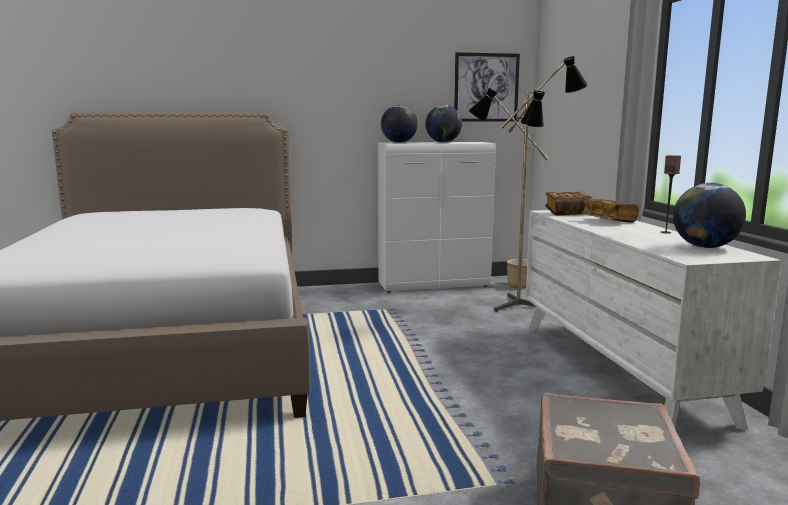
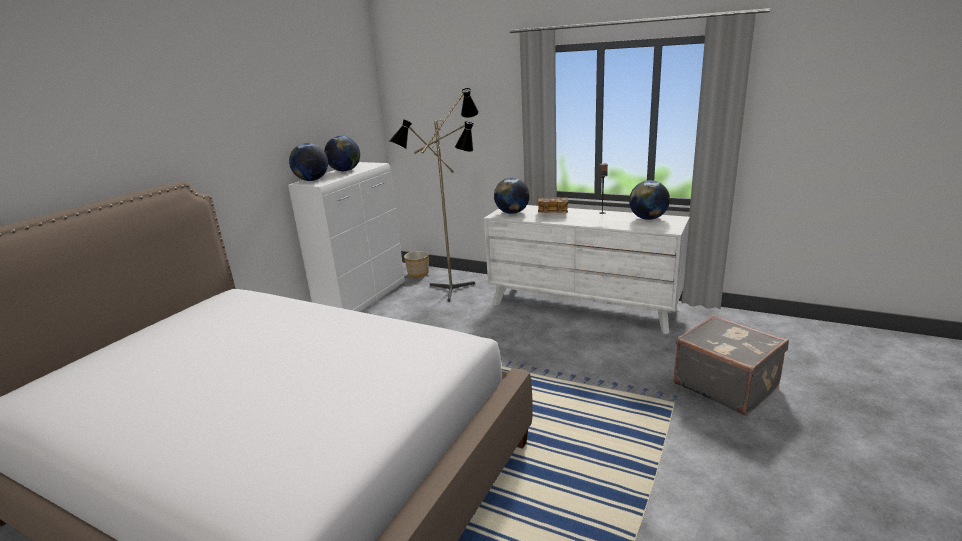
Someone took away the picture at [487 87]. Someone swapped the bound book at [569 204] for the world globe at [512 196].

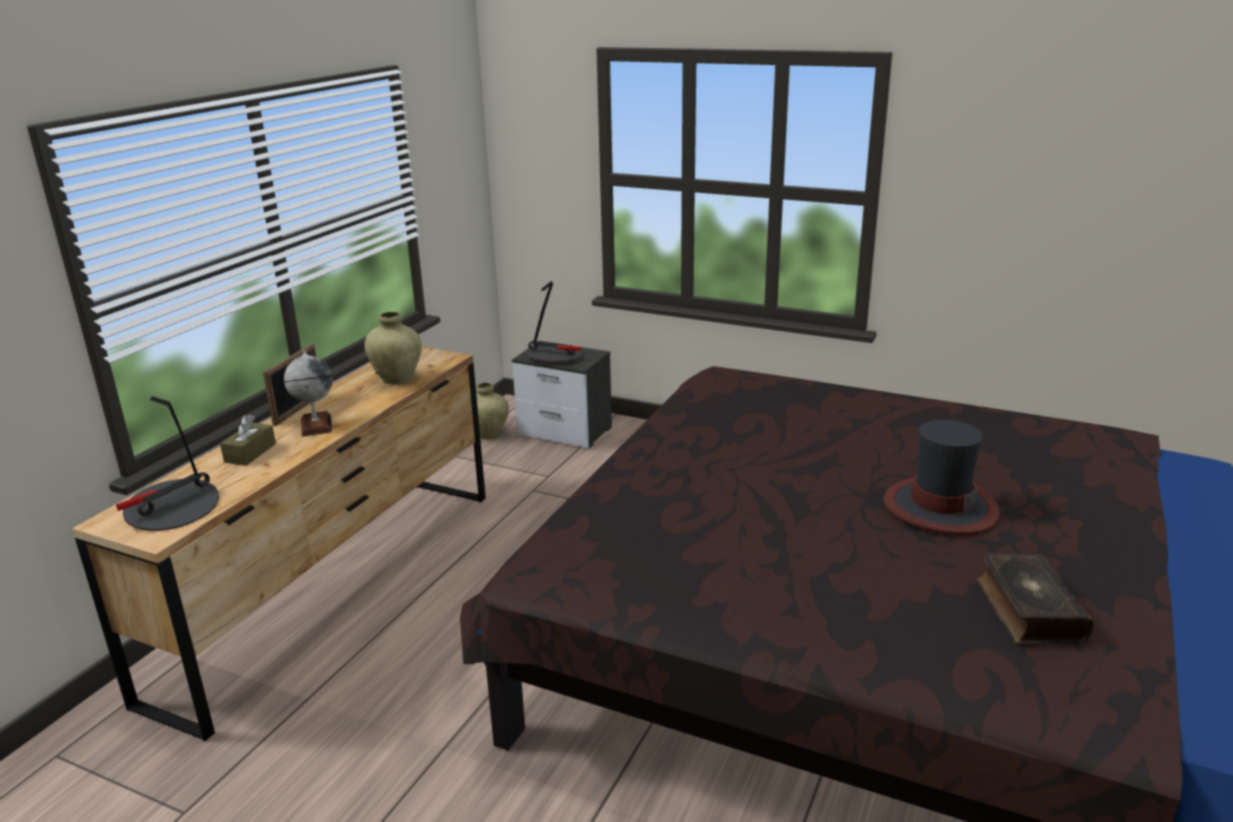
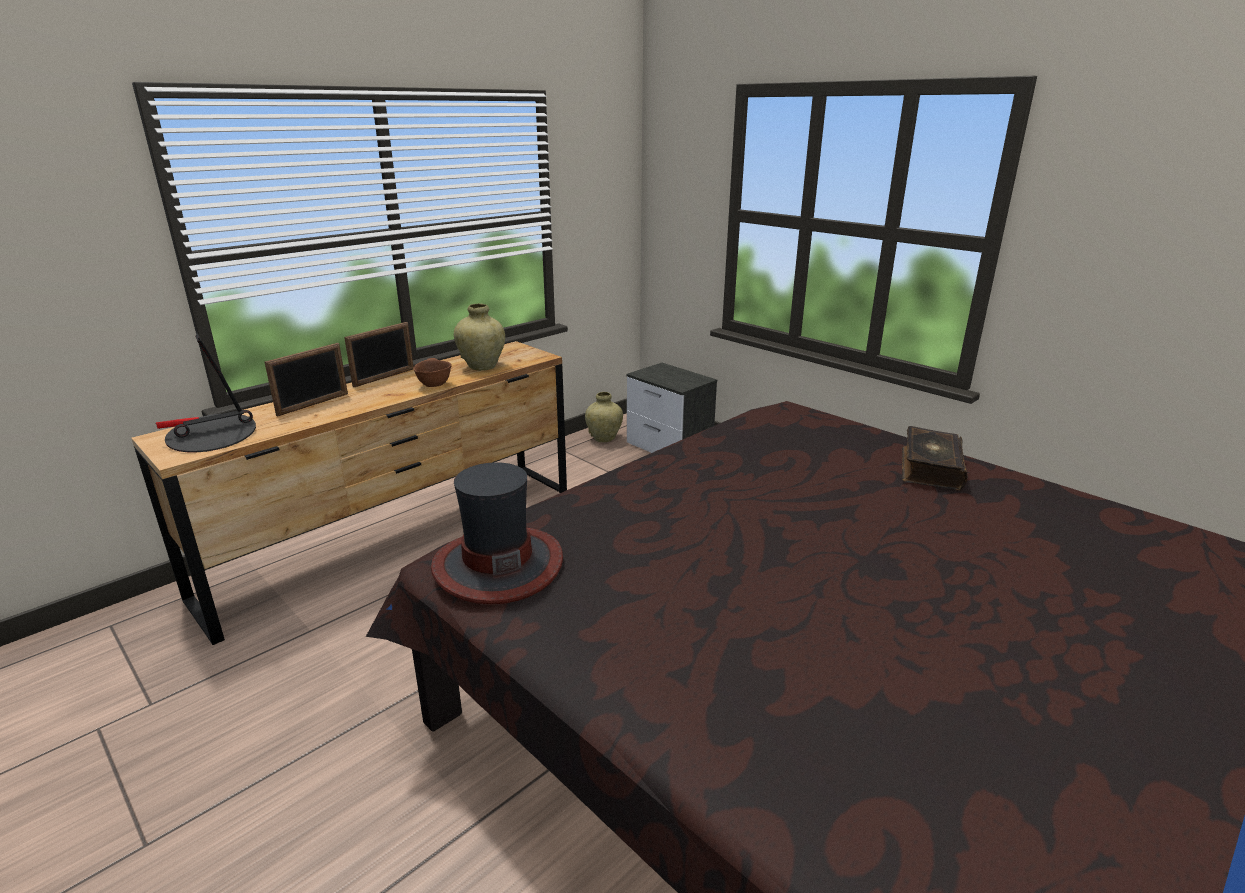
Someone took away the tabletop lamp at [554 321]. Someone took away the world globe at [308 393]. Someone swapped the tissue holder/brown at [248 440] for the photo frame at [306 379]. Someone carried the hat from [941 478] to [497 533]. Someone carried the bound book from [1034 598] to [935 458]. Someone put down the deep dish/brown at [432 372].

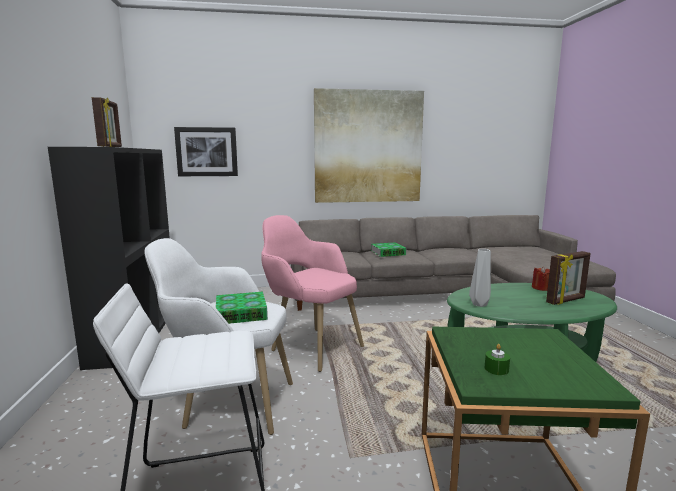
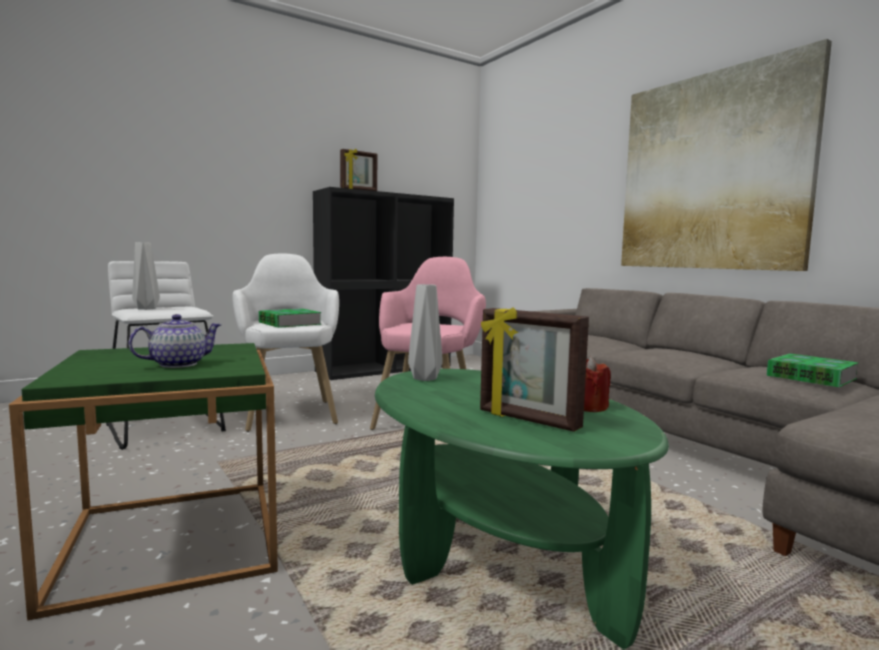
Someone took away the picture at [206 151]. Someone carried the bound book from [388 250] to [813 370]. Someone took away the candle/green-coloured at [497 359]. Someone put down the vase/gray at [146 276]. Someone put down the pot for tea at [175 341].

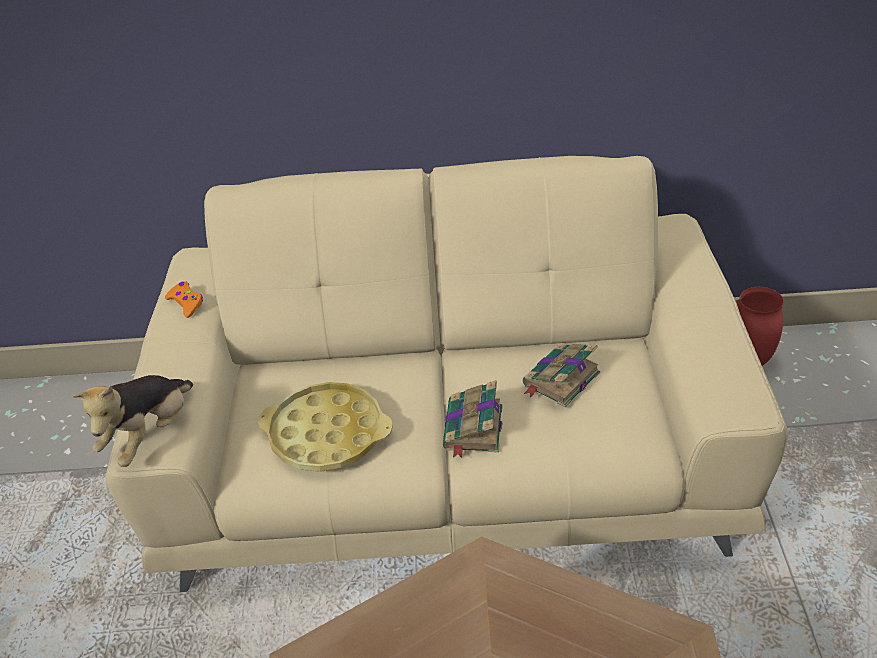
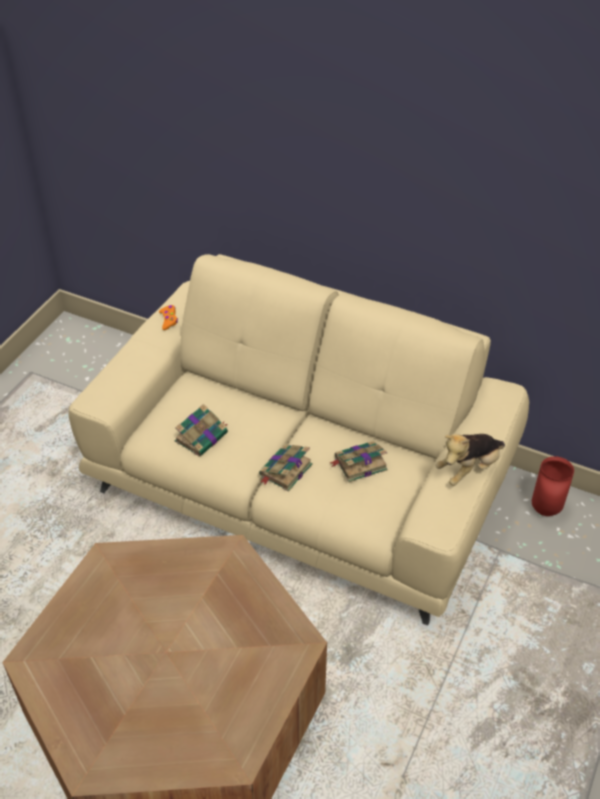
Someone carried the soft toy from [132 421] to [470 460]. Someone swapped the serving tray/yellowish at [325 427] for the bound book at [201 430].

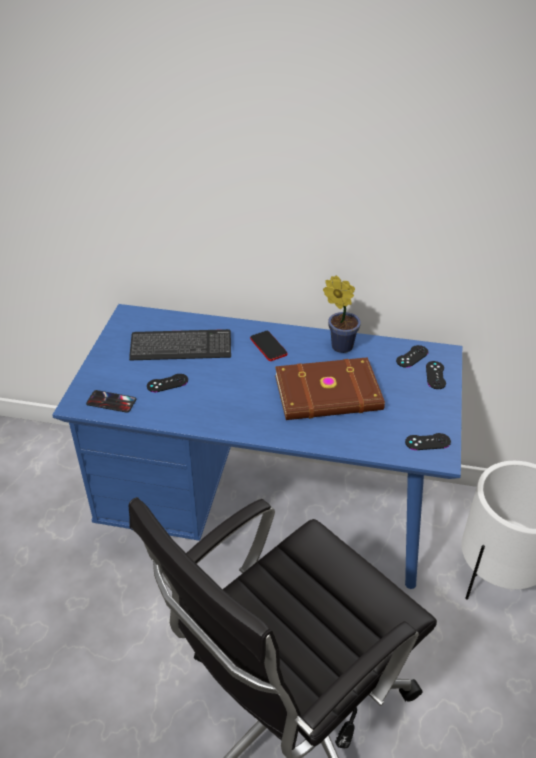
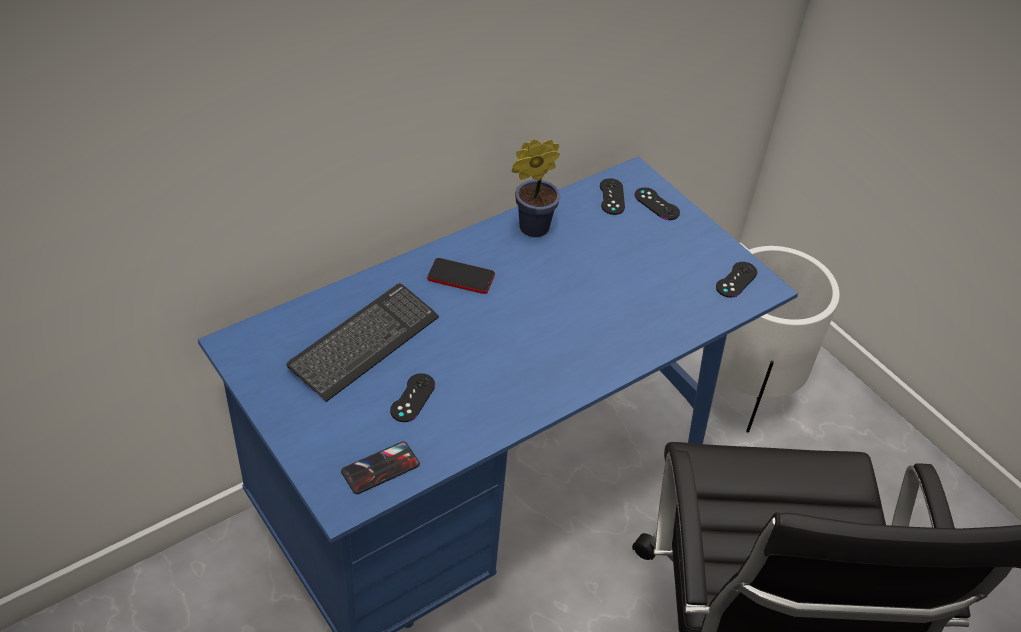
Someone took away the bound book/brown at [330 388].

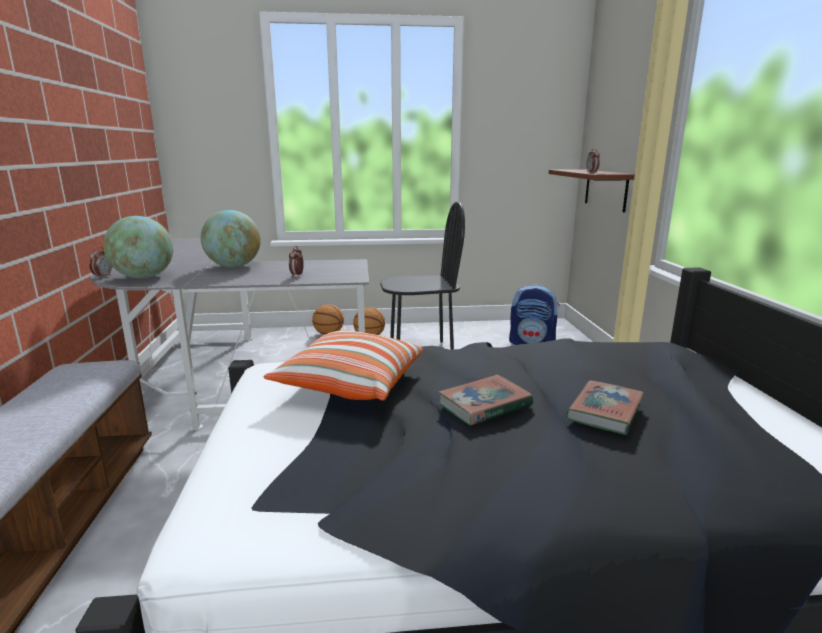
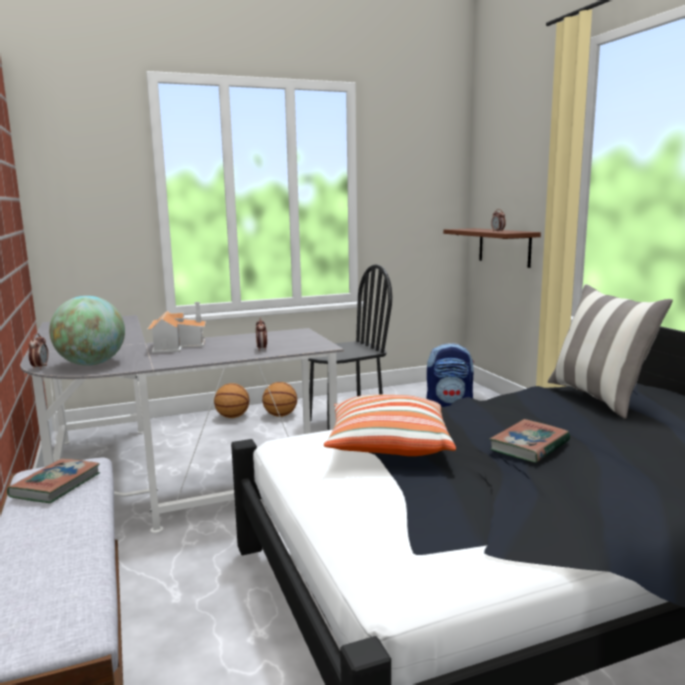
Someone swapped the world globe at [231 238] for the toy house at [176 327]. Someone carried the bound book from [605 407] to [53 480]. Someone put down the throw pillow at [610 351].

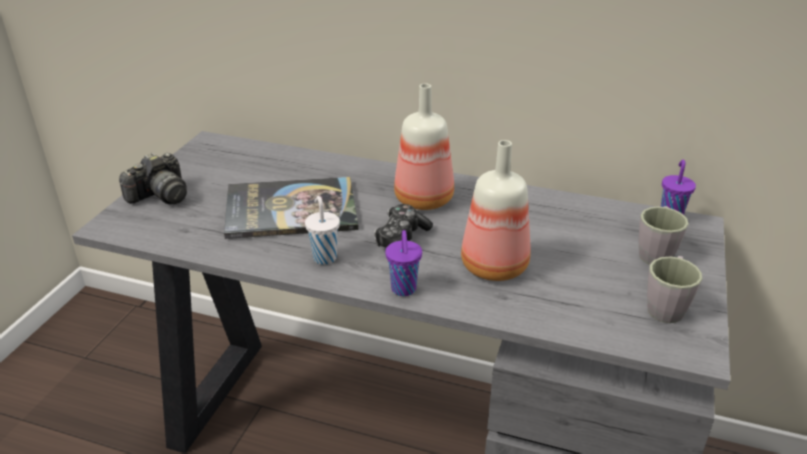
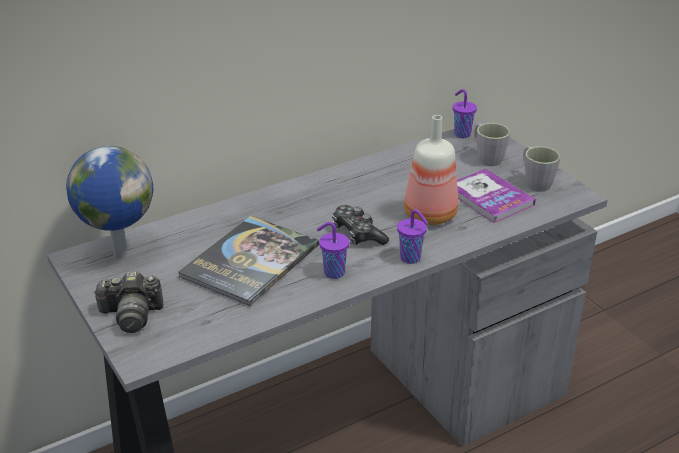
Someone took away the drink bottle at [424 146]. Someone rotated the photo camera at [153 178] by 90 degrees clockwise. Someone repainted the drinking cup/whitish at [322 230], which became the drinking cup/purple at [333 250]. Someone put down the world globe at [109 202]. Someone put down the bound book at [496 196].

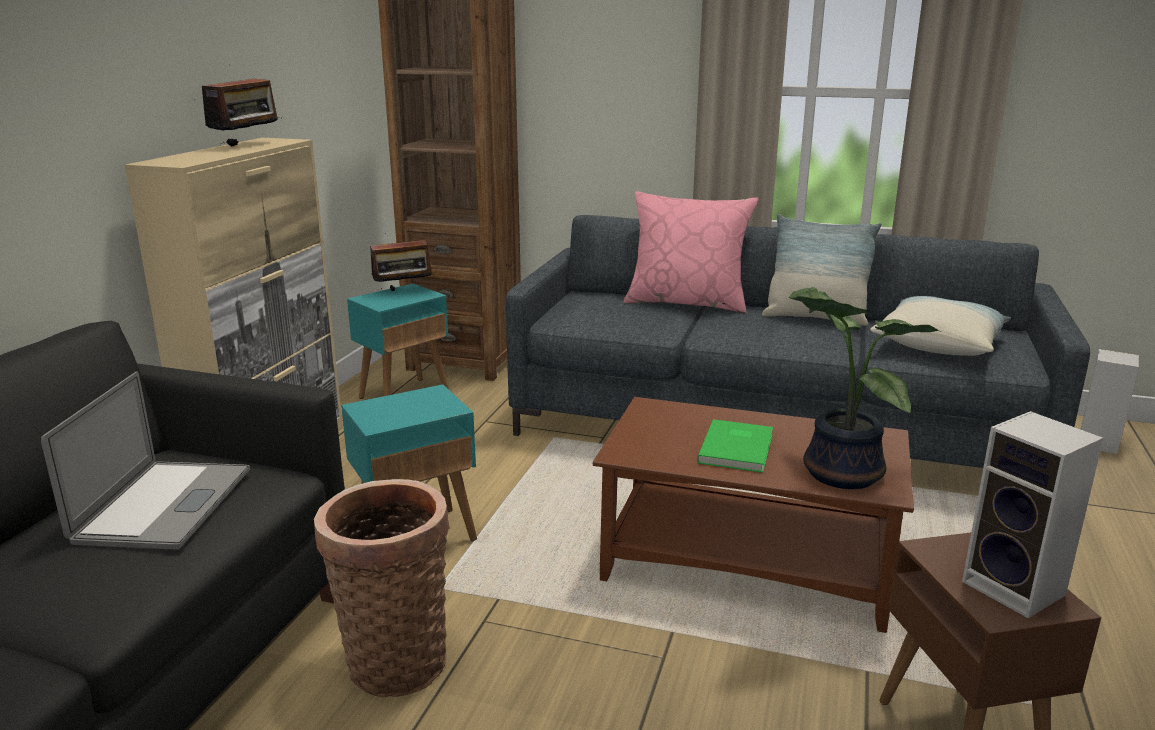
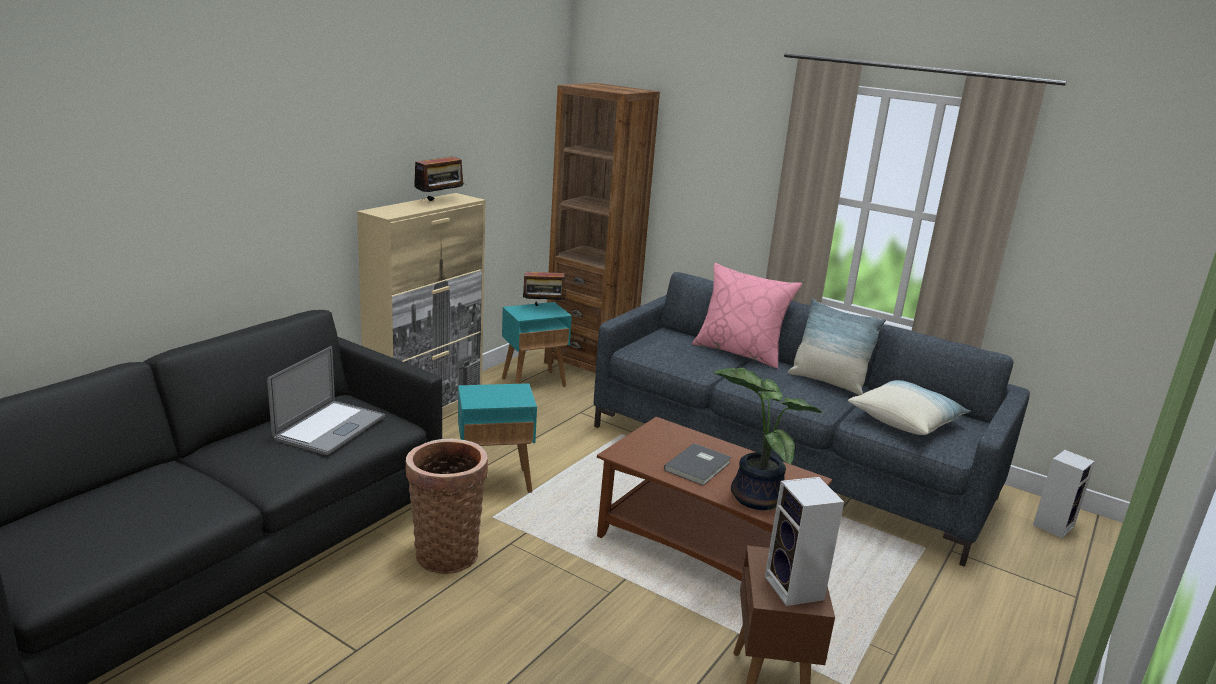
Someone repainted the bound book/green-coloured at [735 446], which became the bound book/gray at [697 464].

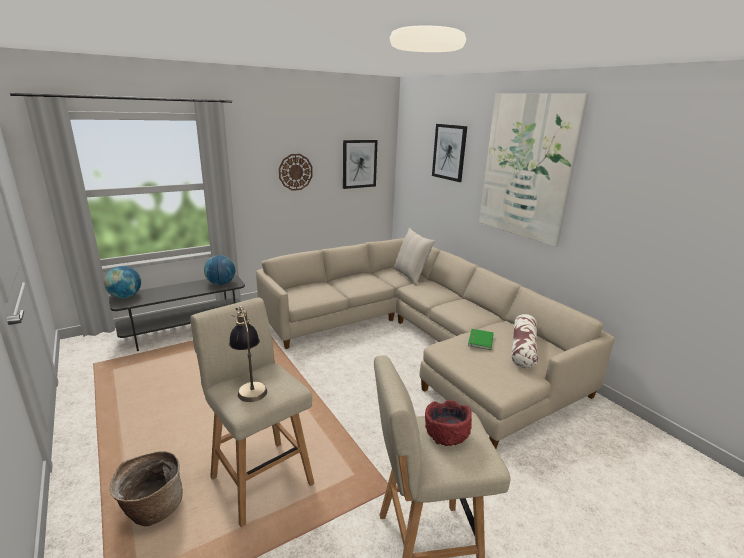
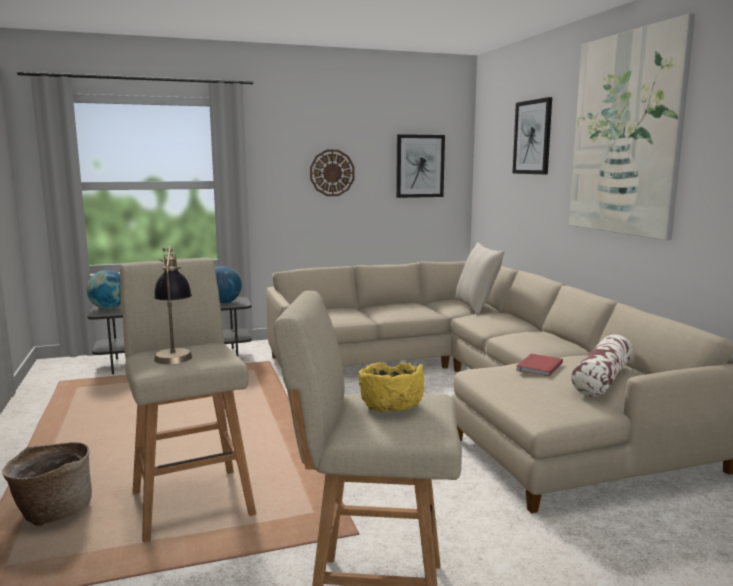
Someone repainted the bound book/green-coloured at [481 339], which became the bound book/reddish at [539 365]. Someone repainted the deep dish/reddish at [448 423], which became the deep dish/yellowish at [391 387].

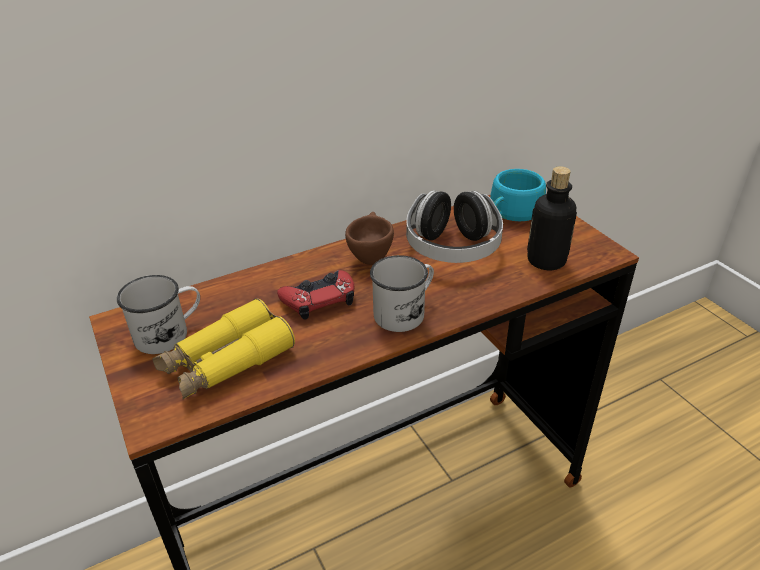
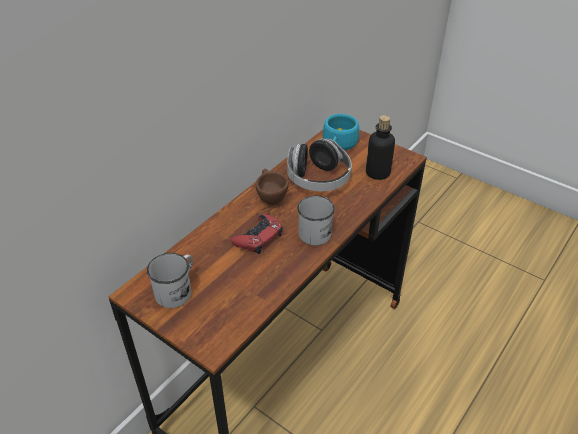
Someone took away the field glasses/yellowish at [224 348].

